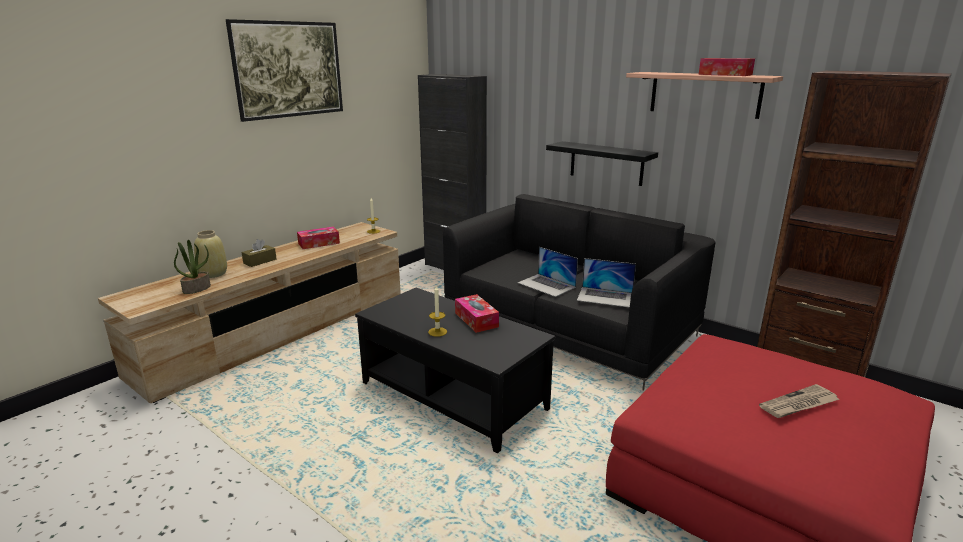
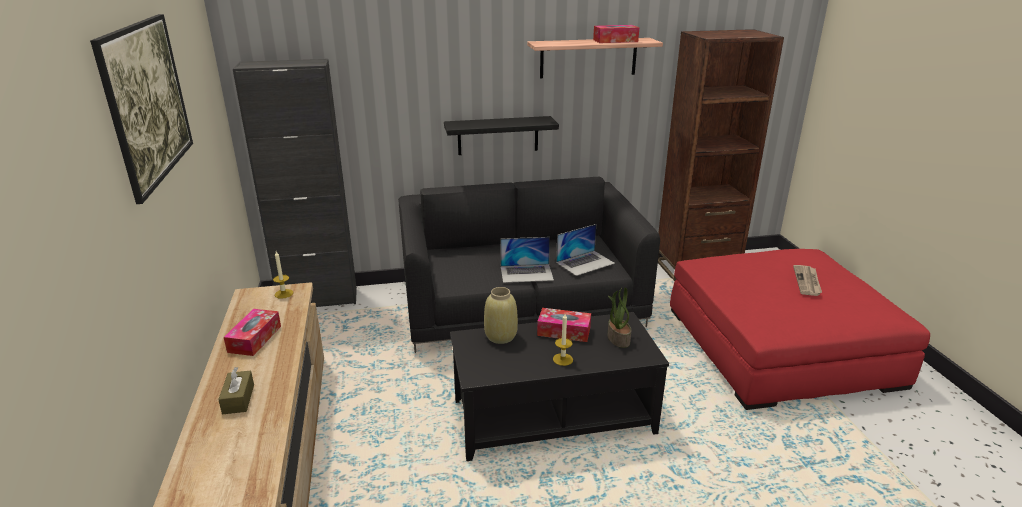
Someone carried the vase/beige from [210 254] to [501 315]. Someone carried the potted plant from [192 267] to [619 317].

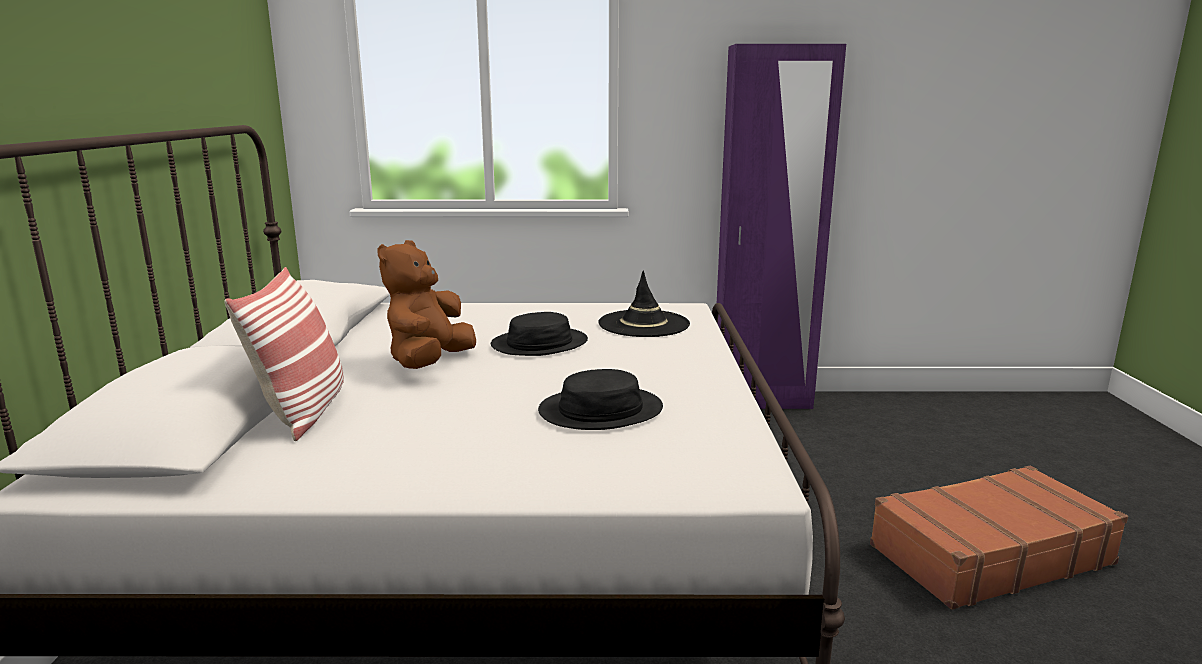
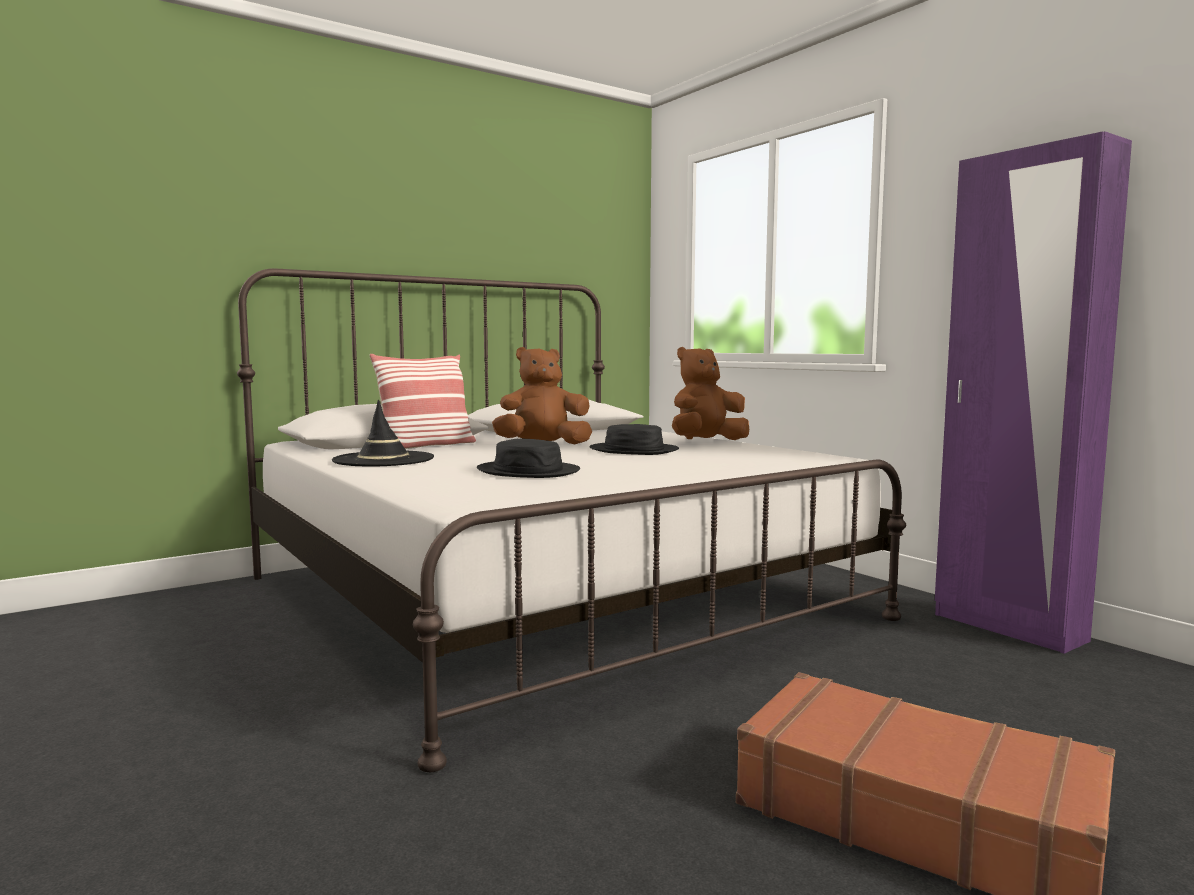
Someone carried the hat/black-coloured from [644 303] to [383 433]. Someone put down the soft toy/brown at [710 393].

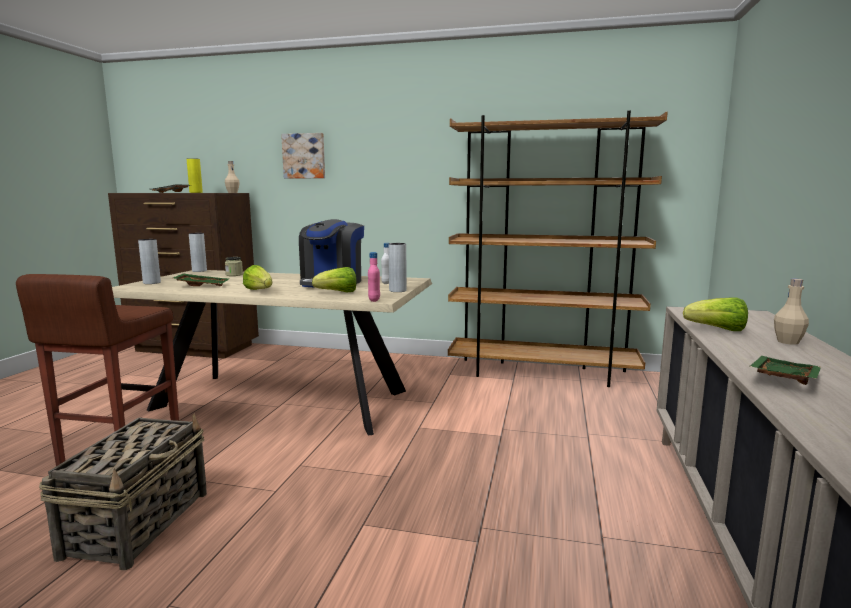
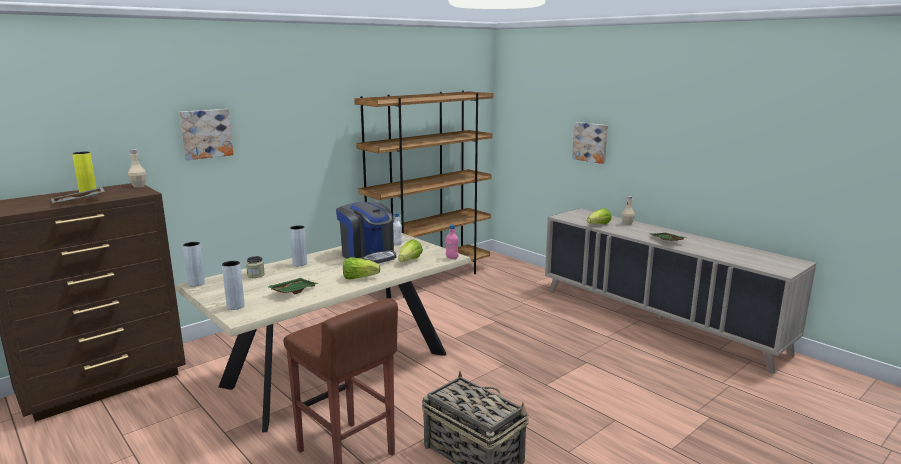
Someone carried the vase/gray from [397 267] to [298 245]. Someone put up the picture at [590 143].

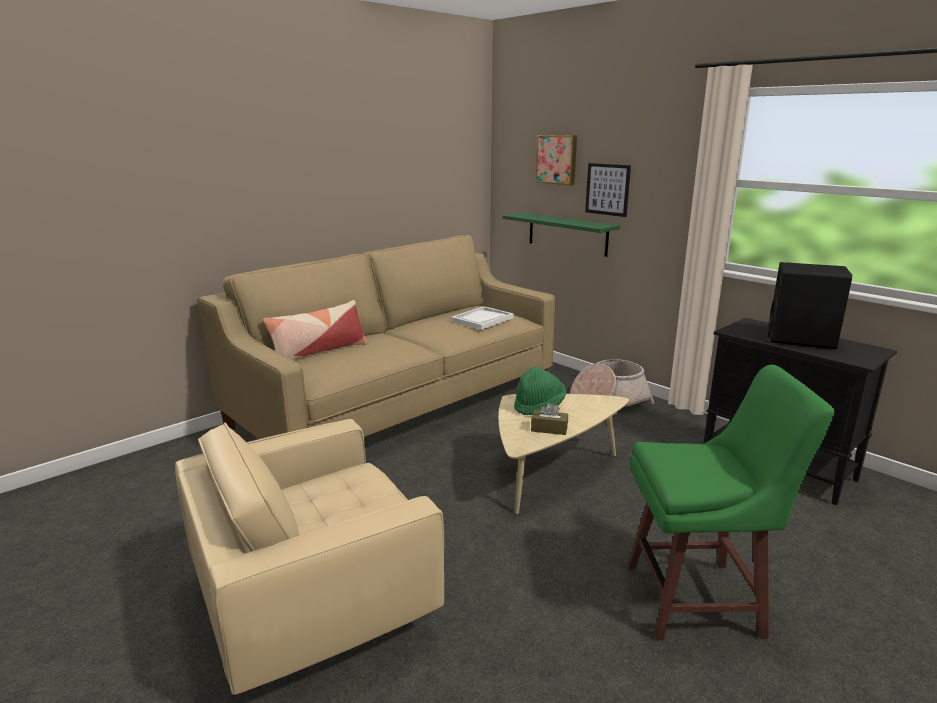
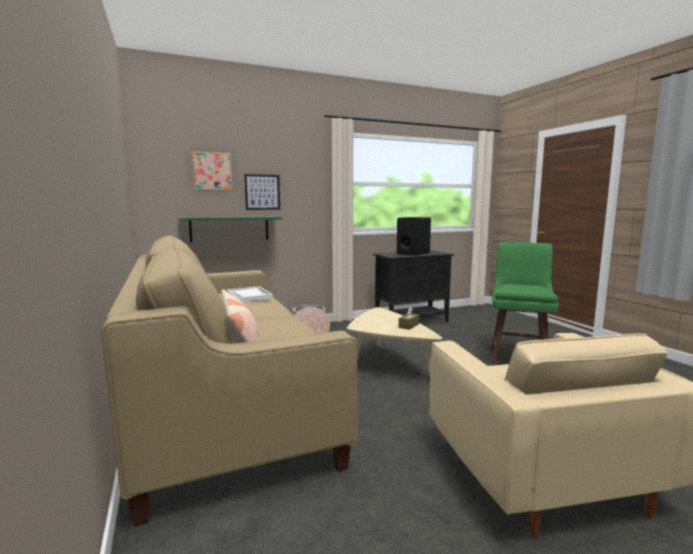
Someone took away the hat/green-coloured at [540 391].

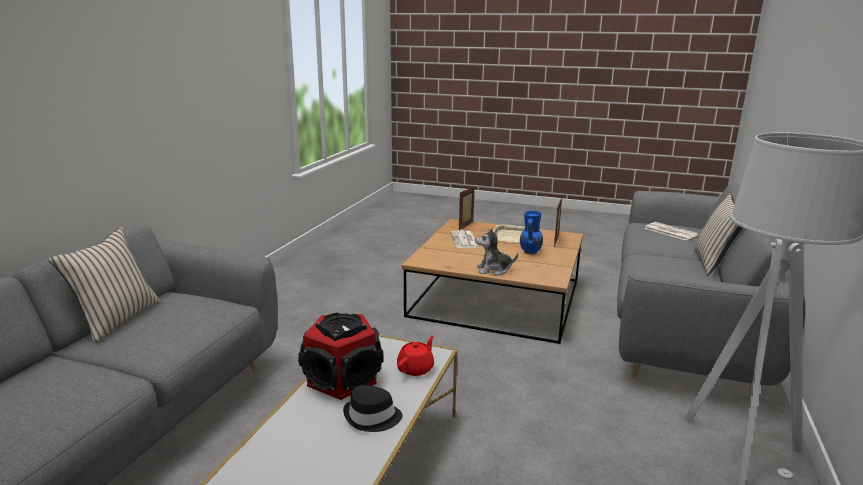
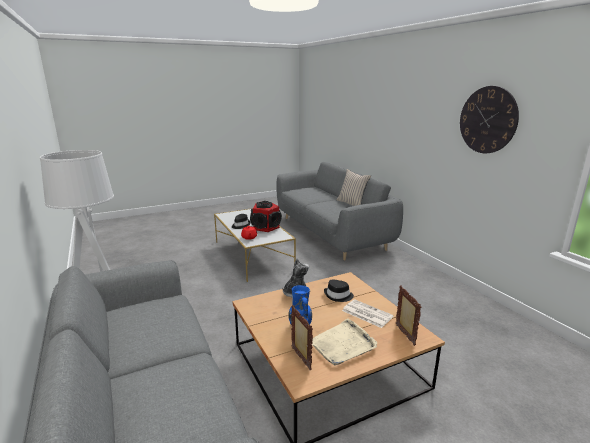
Someone took away the throw pillow/beige at [718 235]. Someone took away the printed paper at [671 231]. Someone put up the clock on the wall at [489 119]. Someone put down the hat/black-coloured at [339 291].

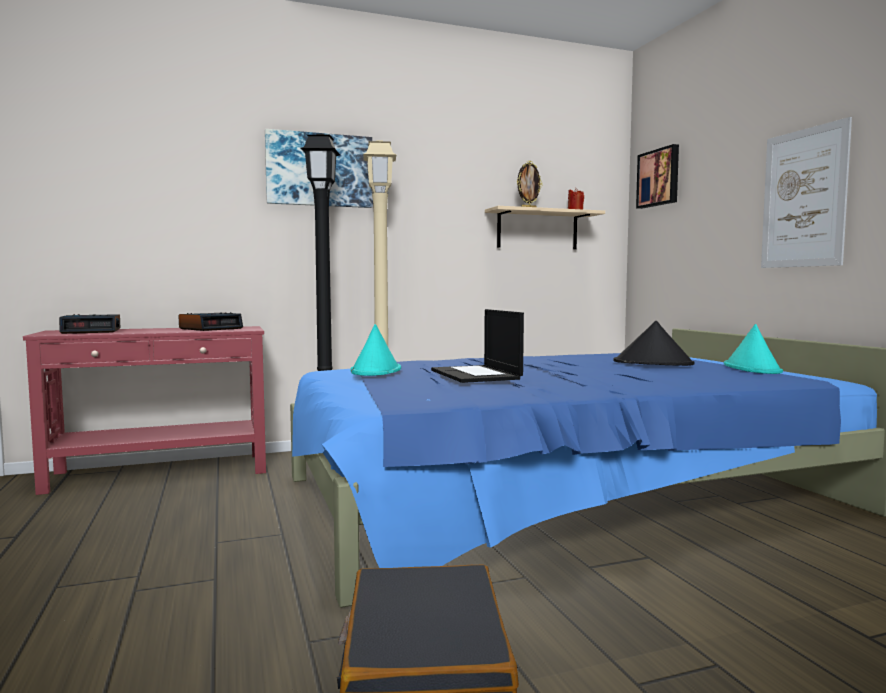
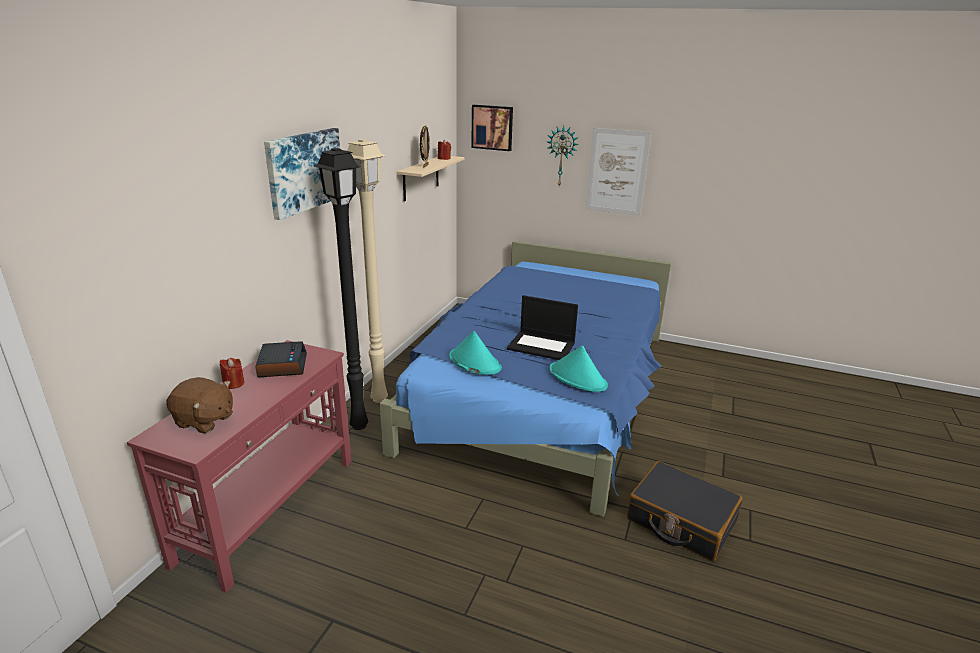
Someone swapped the bedside clock at [89 324] for the soft toy/brown at [199 405]. Someone took away the hat/black-coloured at [654 343]. Someone carried the hat/turquoise-coloured from [753 349] to [578 368]. Someone put up the clock on the wall at [563 156]. Someone put down the candle/reddish at [232 373].

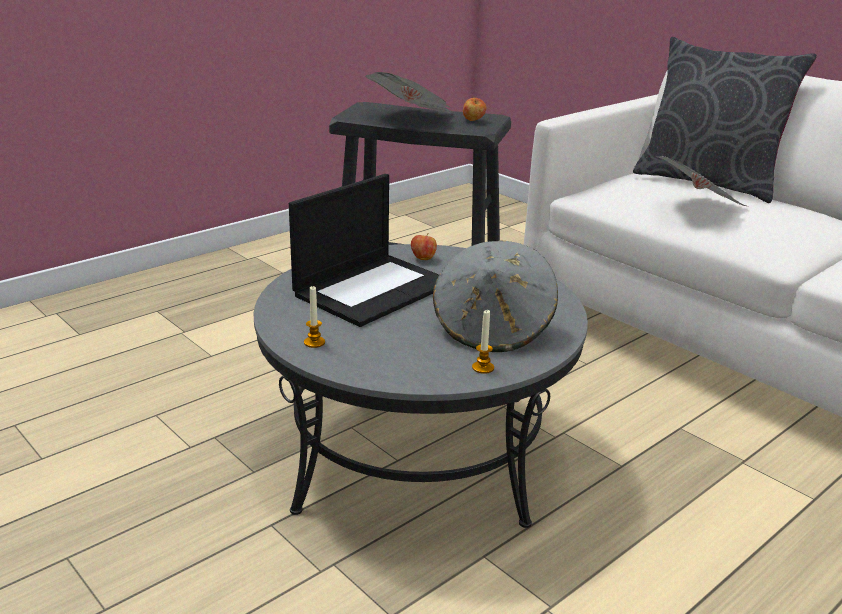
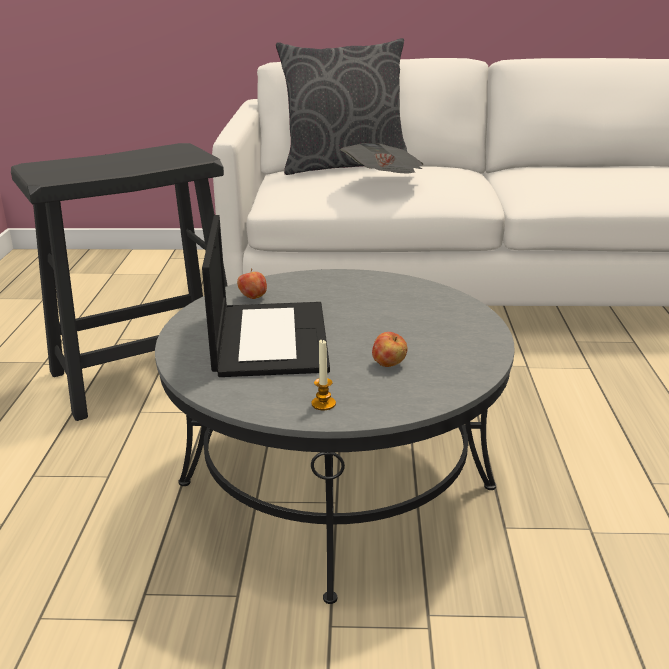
Someone took away the printed paper at [409 92]. Someone carried the apple fruit from [474 109] to [390 349]. Someone took away the hat/gray at [495 296]. Someone took away the candle at [483 342].

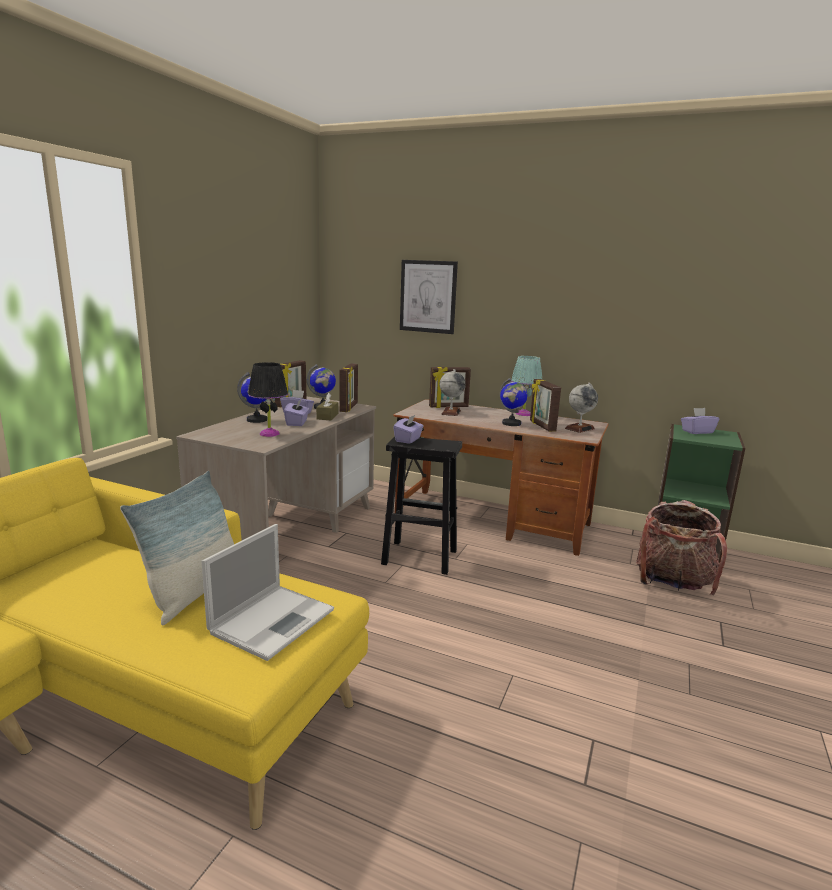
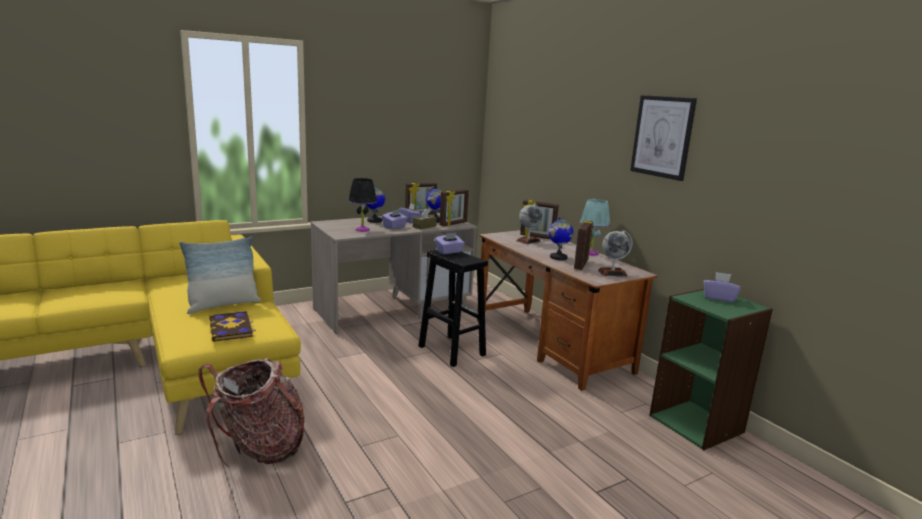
Someone carried the picture from [429 297] to [663 138]. Someone carried the backpack from [681 548] to [251 412]. Someone swapped the notebook computer at [267 592] for the bound book at [232 326].

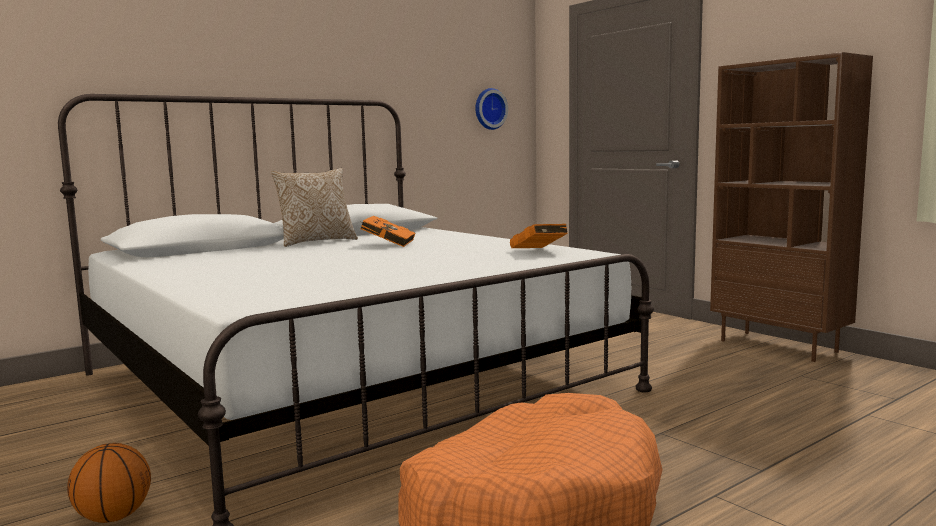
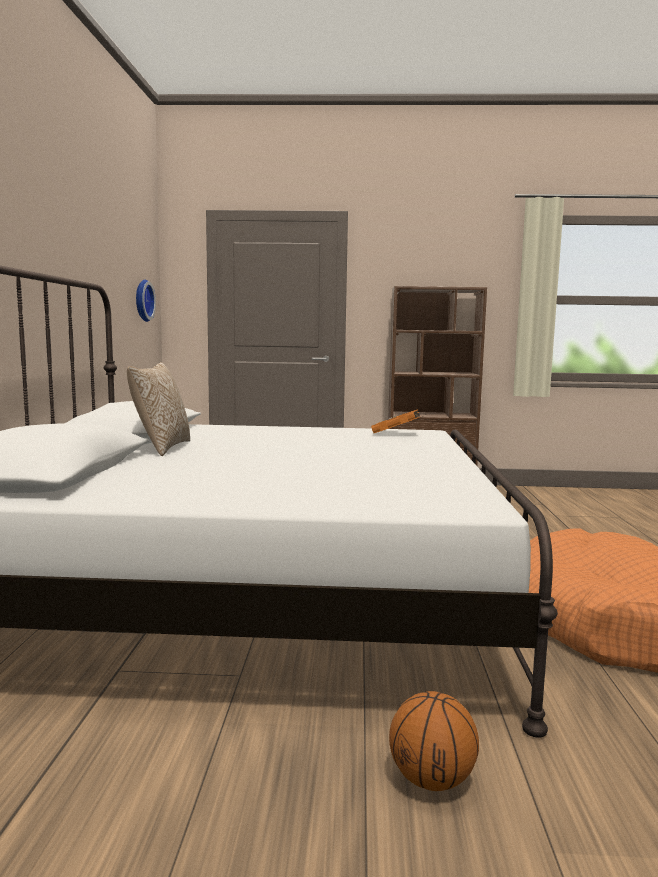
Someone took away the bound book/orange-coloured at [387 231].

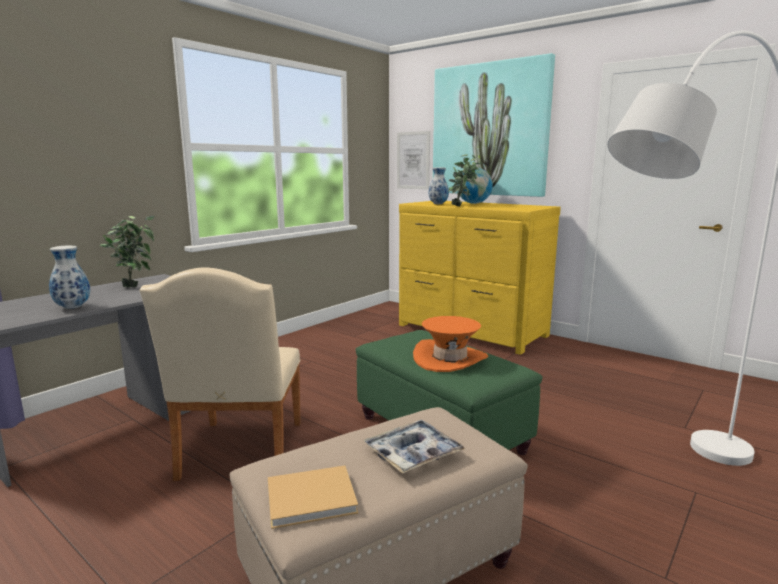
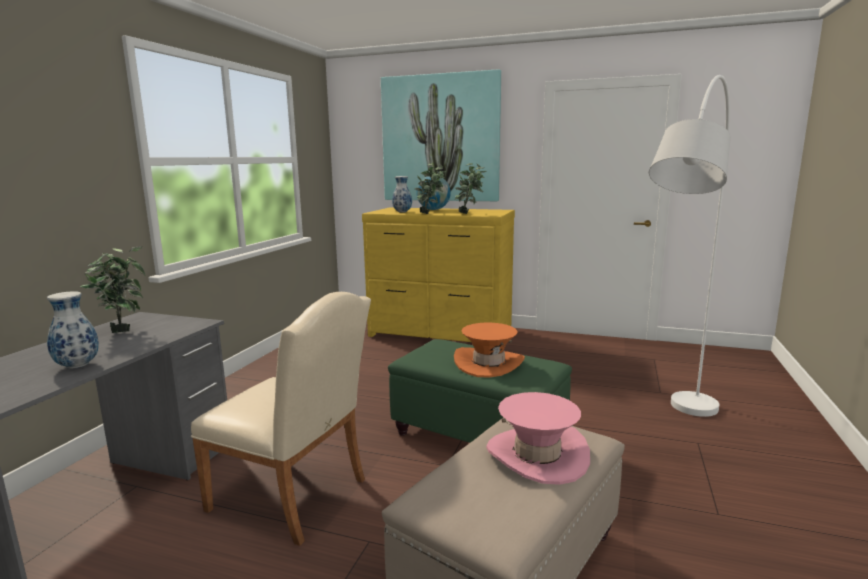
Someone took away the picture at [413 160]. Someone rotated the chair/beige at [220 374] by 45 degrees counterclockwise. Someone swapped the serving tray at [415 446] for the hat/pinkish at [538 438]. Someone took away the bound book/beige at [313 497]. Someone put down the potted plant at [471 188].

